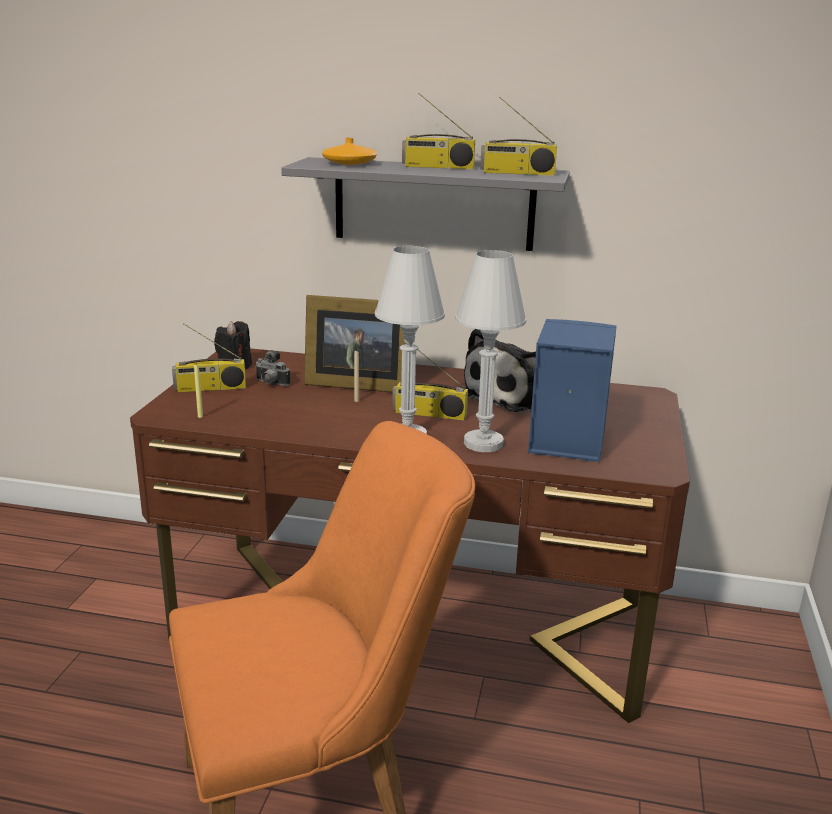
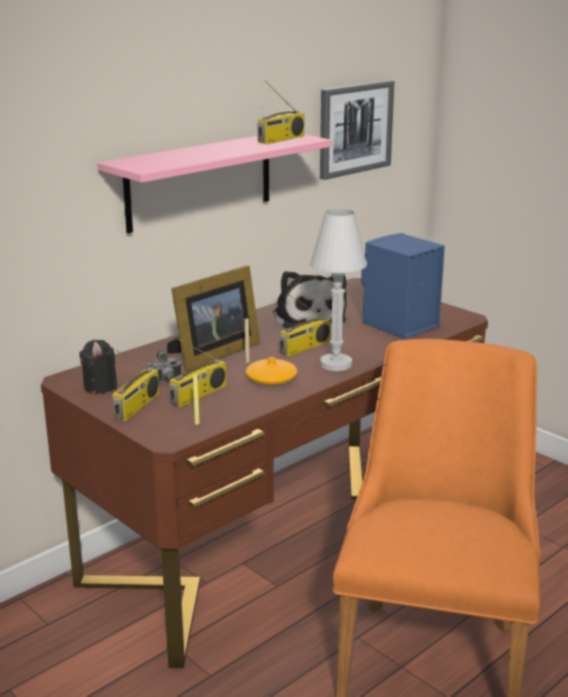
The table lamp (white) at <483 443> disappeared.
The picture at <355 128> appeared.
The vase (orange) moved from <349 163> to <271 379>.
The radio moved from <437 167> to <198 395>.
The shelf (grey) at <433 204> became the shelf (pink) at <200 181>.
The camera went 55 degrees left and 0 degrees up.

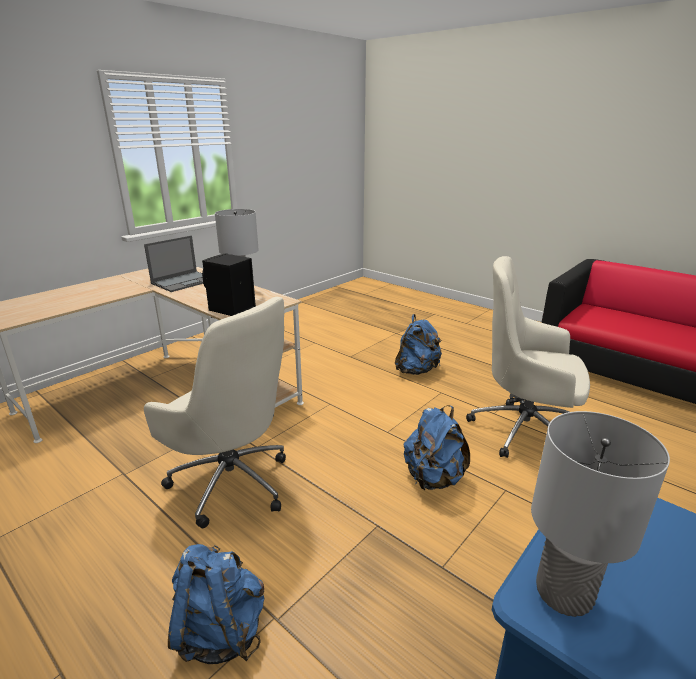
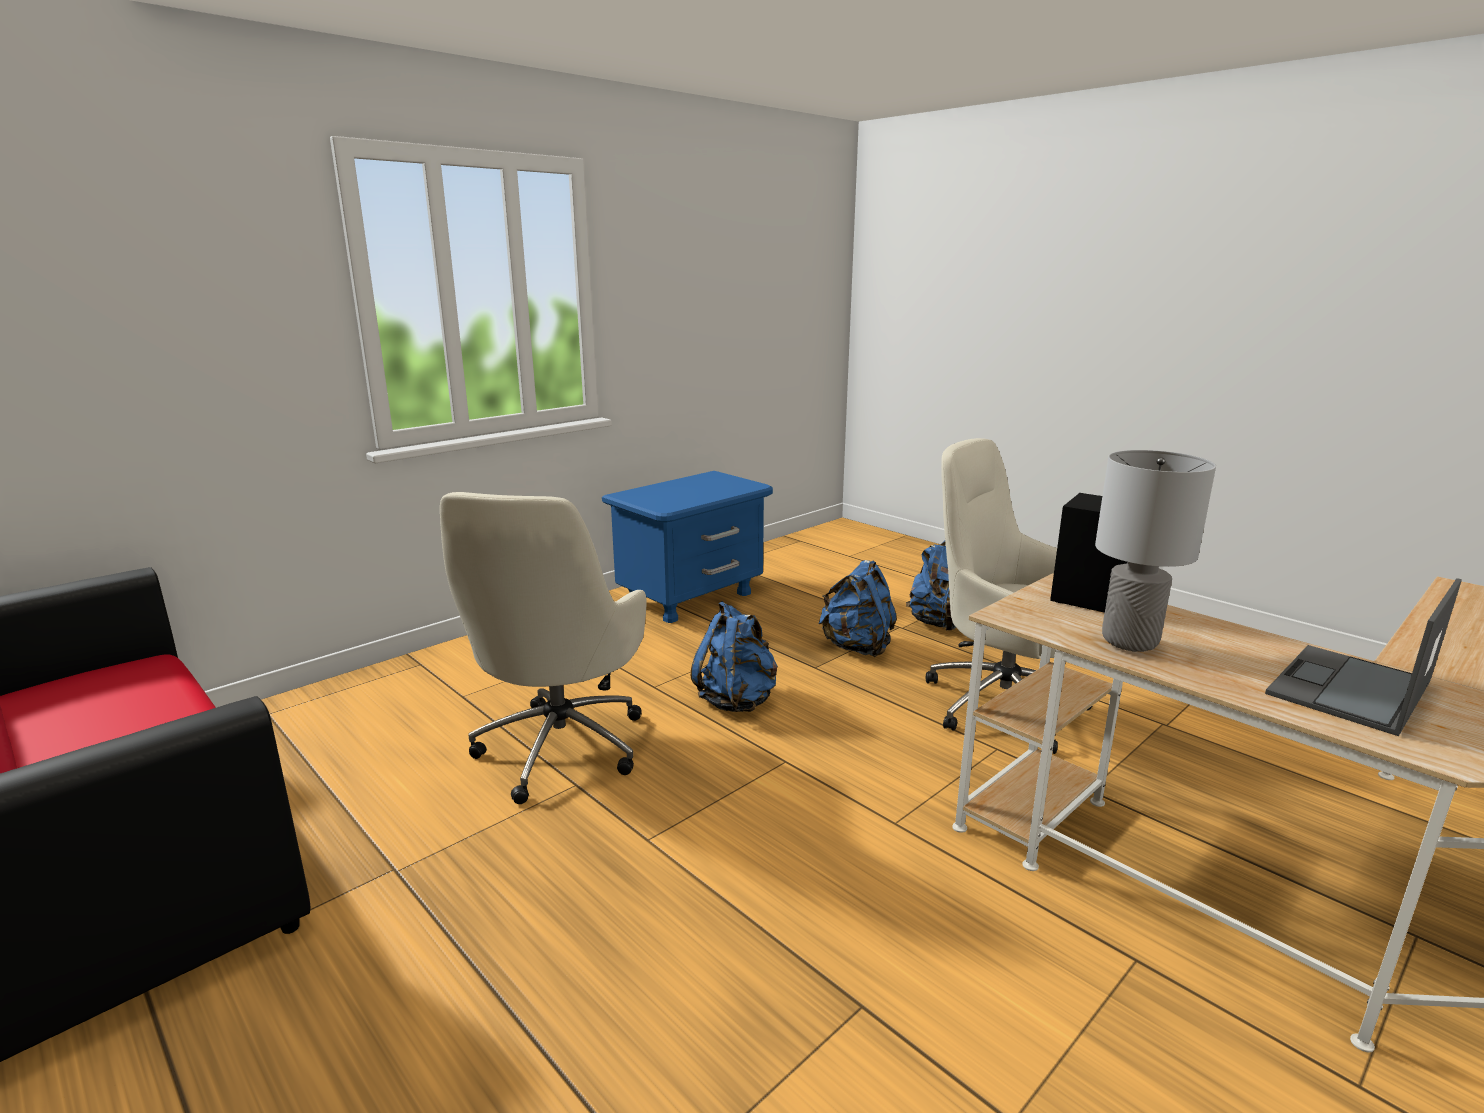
The table lamp (grey) at <563 598> disappeared.
The backpack (blue) moved from <416 370> to <857 647>.
The office chair (beige) at <522 432> turned 75 degrees clockwise.
The camera went 175 degrees left and 5 degrees down.

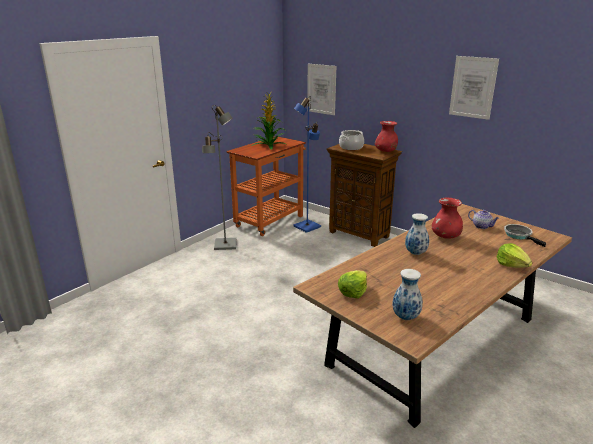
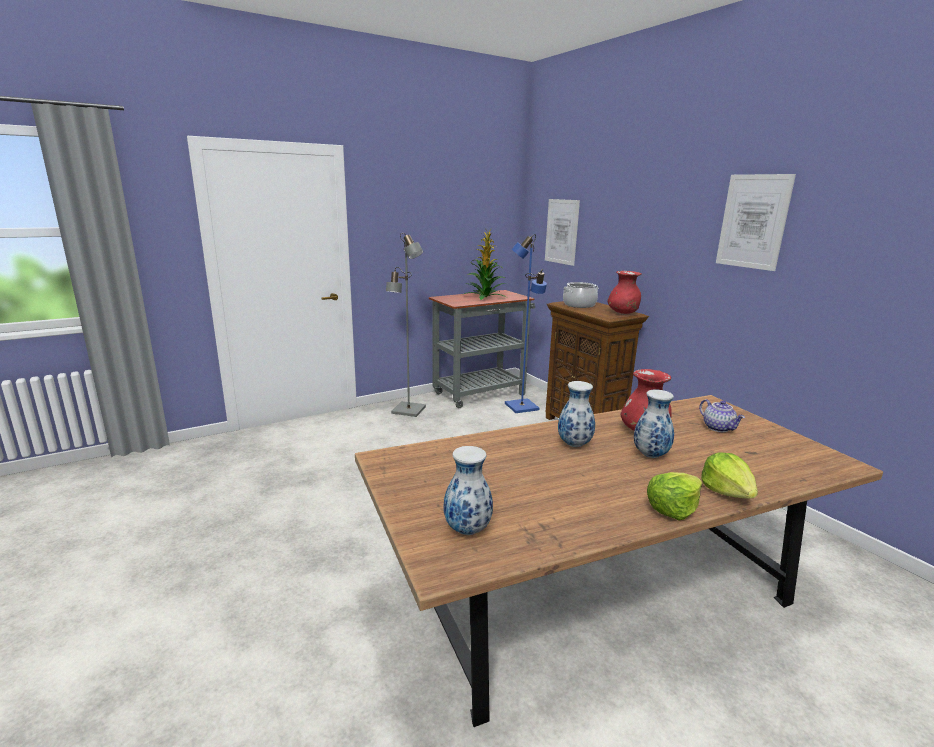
The frying pan at <519 235> disappeared.
The vase at <650 454> appeared.
The lettuce moved from <353 292> to <672 508>.
The cart (orange) at <270 221> became the cart (grey) at <480 394>.
The camera went 20 degrees right and 5 degrees down.

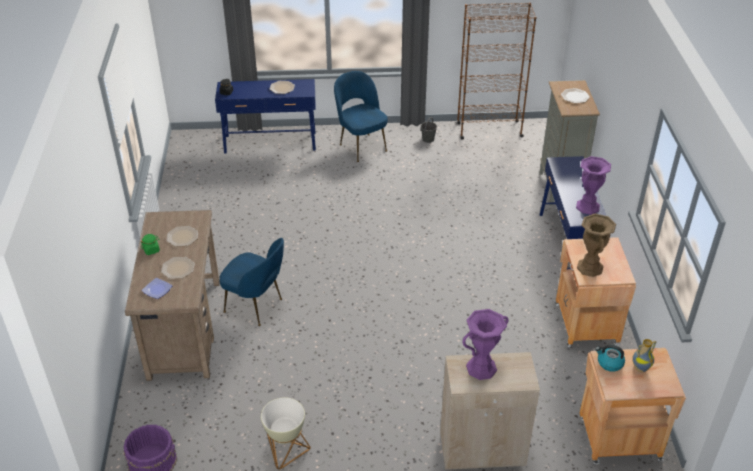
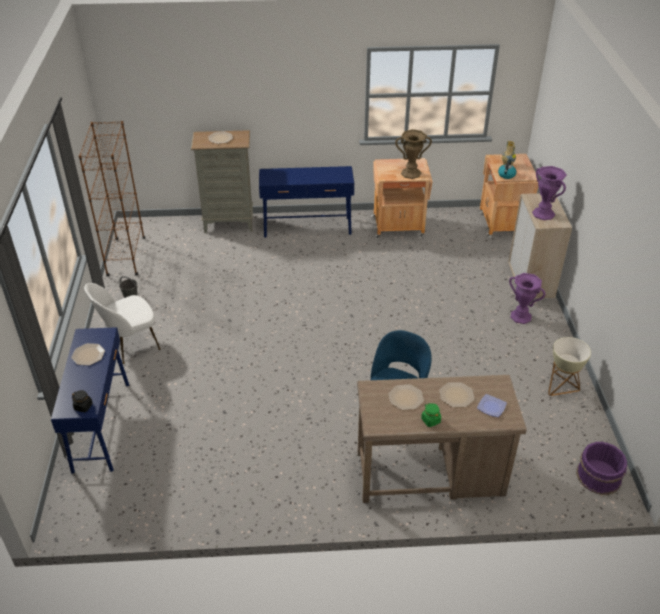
The vase (purple) moved from <587 207> to <520 316>.
The chair (blue) at <361 146> became the chair (white) at <130 347>.
The camera went 90 degrees left and 0 degrees up.

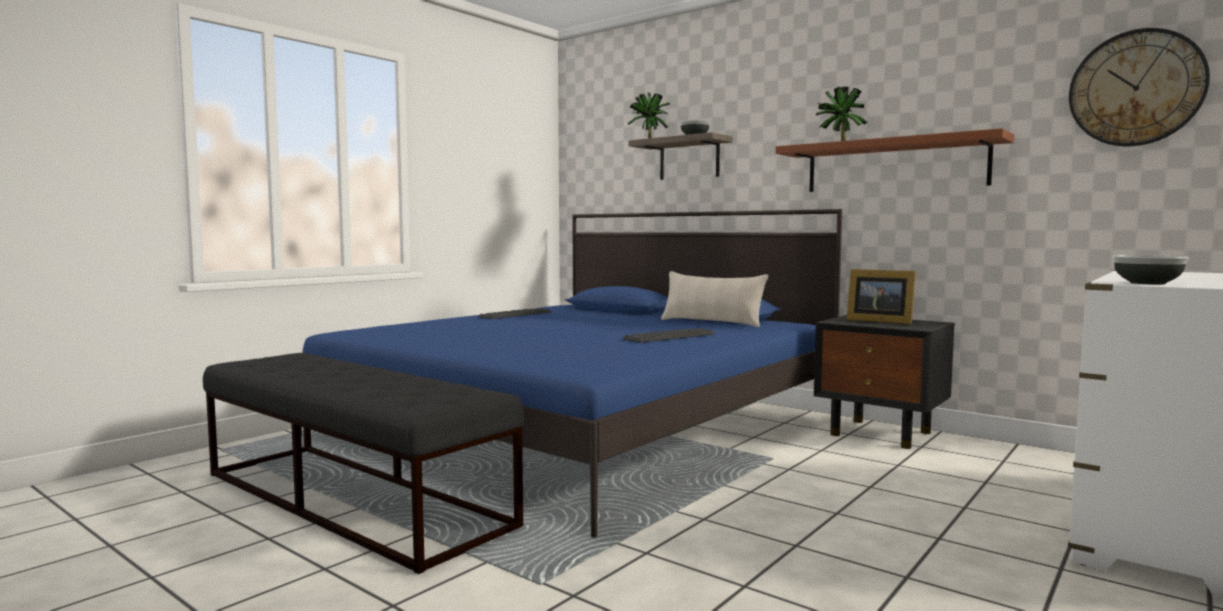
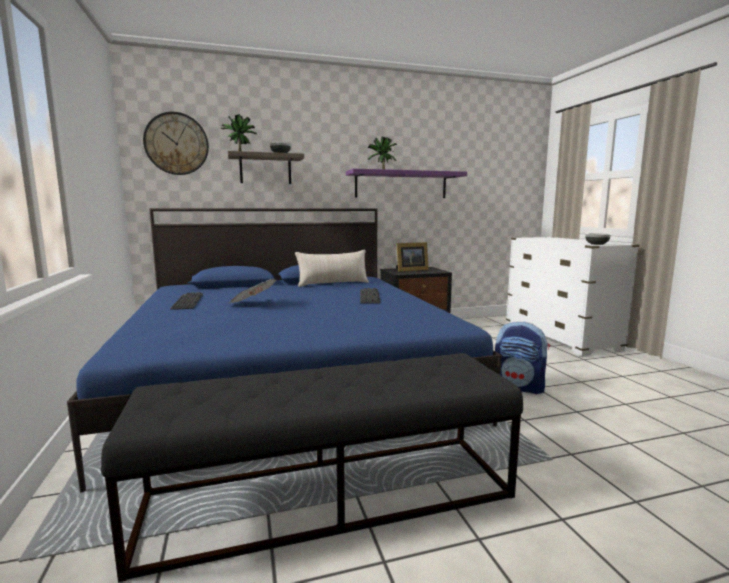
The newspaper at <253 304> appeared.
The backpack at <519 387> appeared.
The wall clock moved from <1136 88> to <176 144>.
The shelf (brown) at <894 166> became the shelf (purple) at <401 185>.
The camera went 55 degrees left and 5 degrees up.

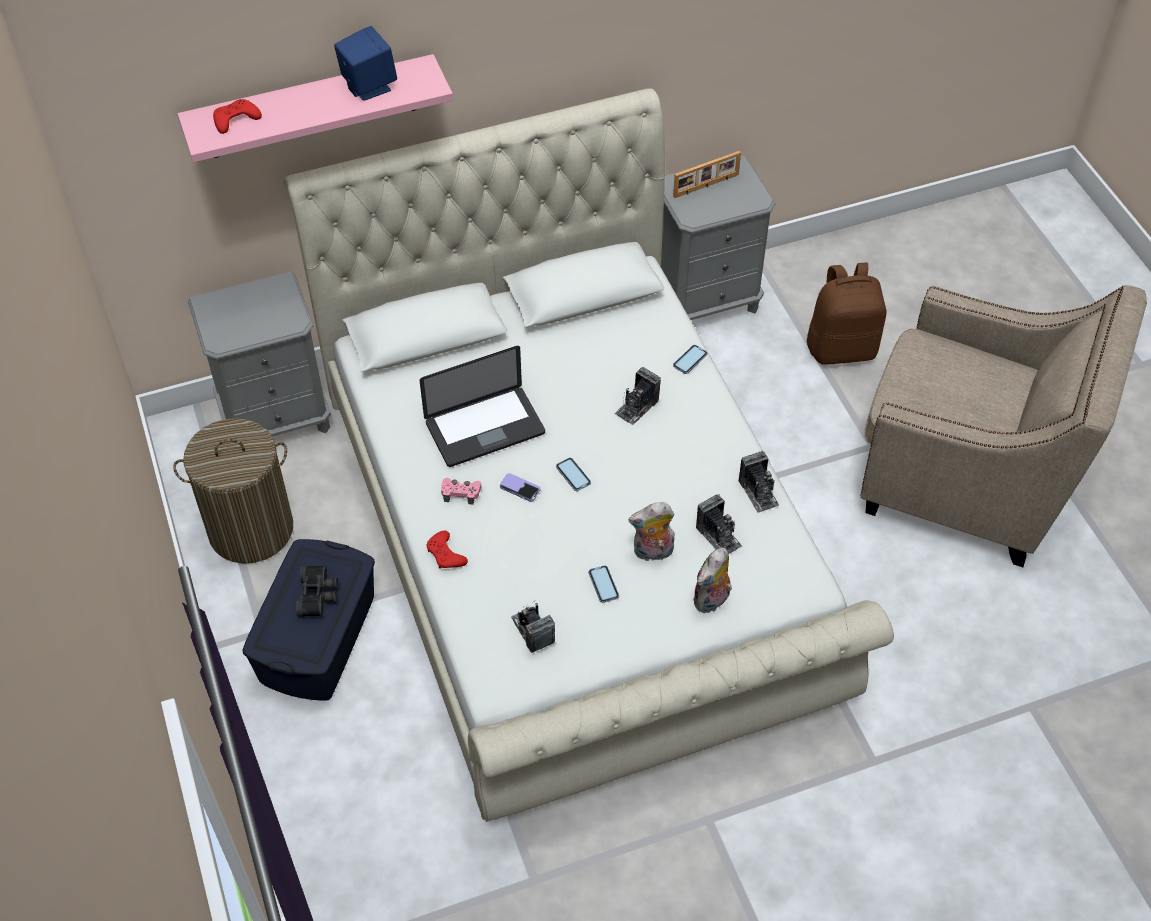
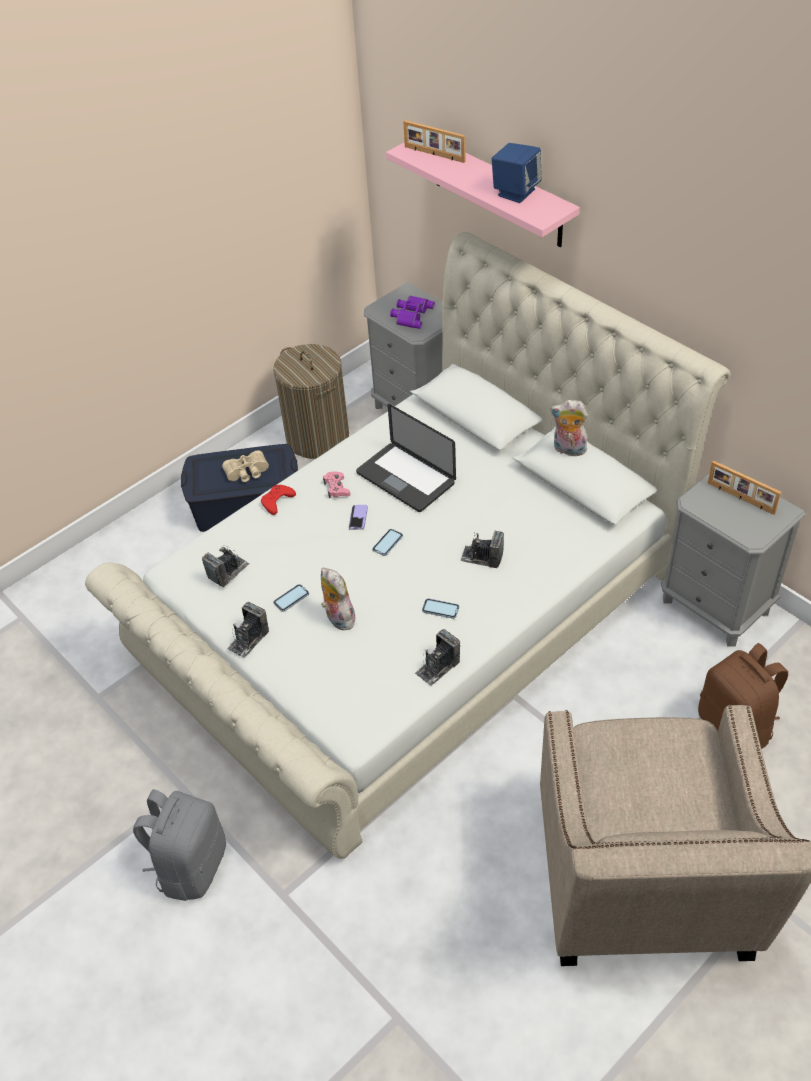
The backpack (grey) at <191 865> appeared.
The binoculars (purple) at <411 315> appeared.
The phone moved from <690 360> to <440 609>.
The plush toy moved from <712 601> to <568 450>.
The photo camera moved from <718 536> to <248 639>.
The game controller (red) at <235 119> was replaced by the picture frame at <434 154>.
The binoculars (black) at <319 595> became the binoculars (beige) at <247 473>.
The camera went 70 degrees right and 5 degrees down.

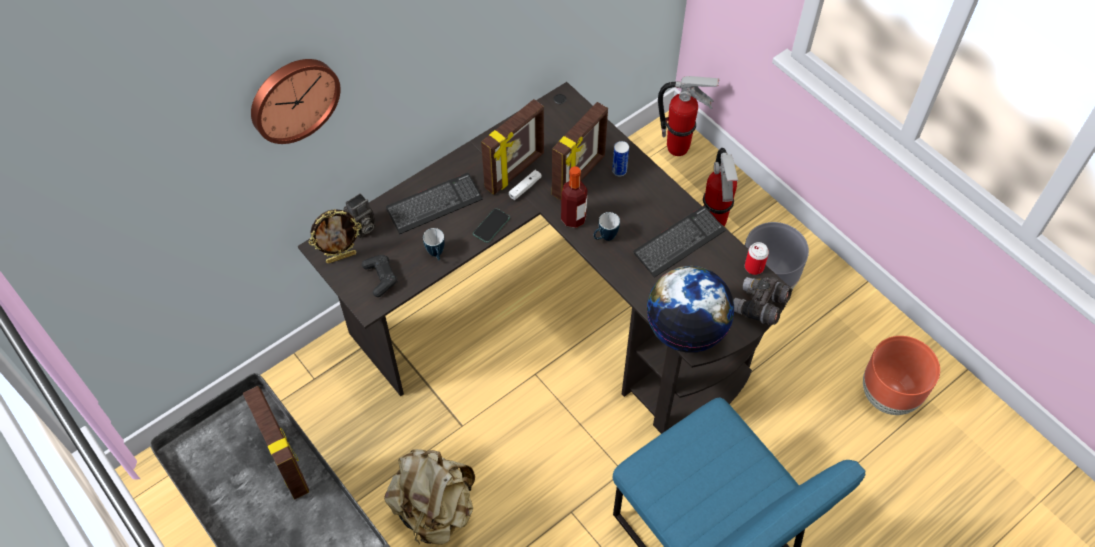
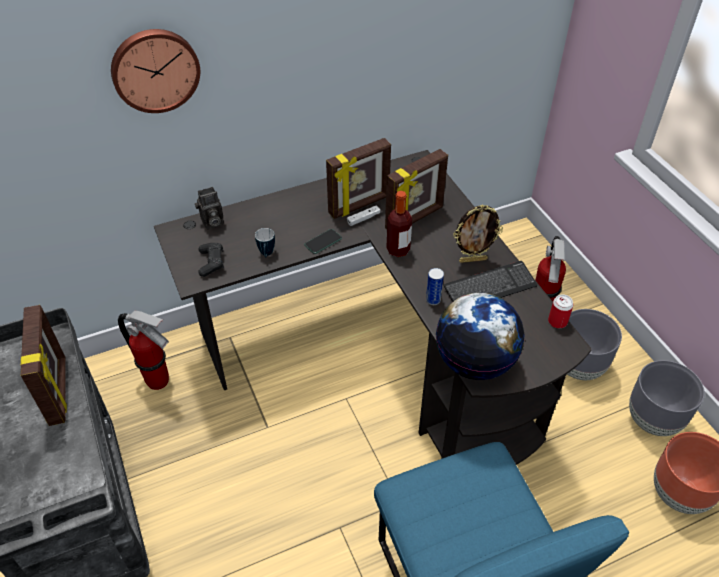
The backpack (beige) at <434 509> disappeared.
The keyboard at <434 204> disappeared.
The mug at <604 238> disappeared.
The binoculars (grey) at <759 307> disappeared.
The planter (grey) at <654 420> appeared.
The picture frame moved from <341 257> to <473 260>.
The can moved from <619 171> to <433 300>.
The fire extinguisher moved from <678 148> to <158 381>.
The camera went 15 degrees right and 10 degrees down.

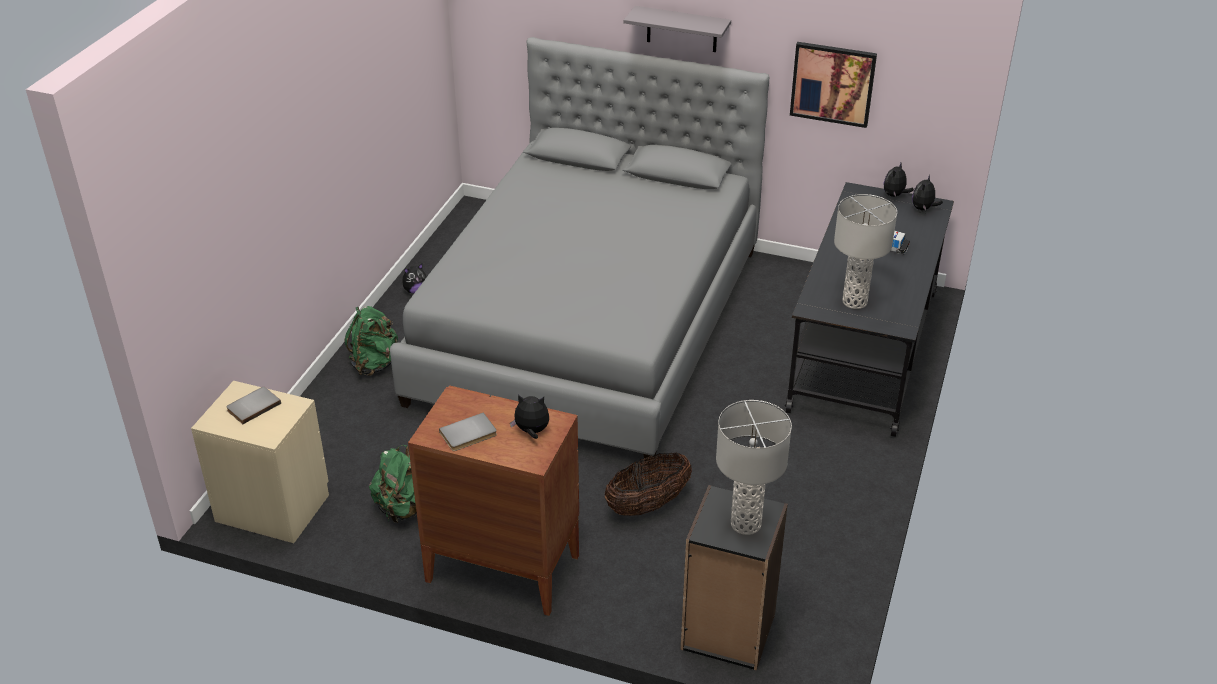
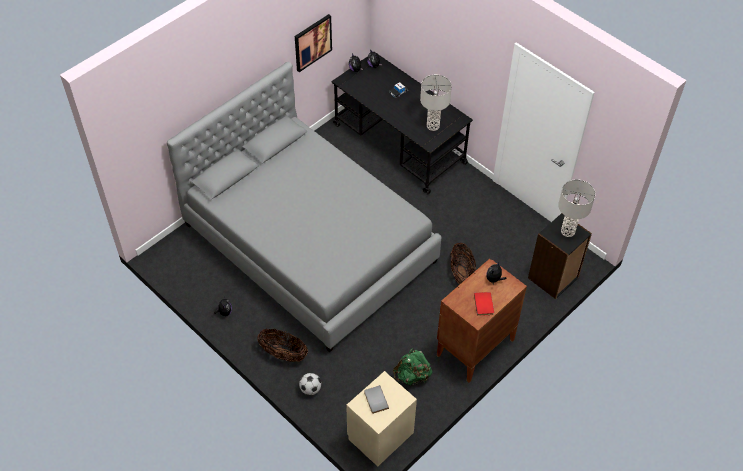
The shelf (grey) at <682 29> disappeared.
The football at <310 389> appeared.
The backpack (green) at <374 363> was replaced by the basket at <283 353>.
The book (grey) at <469 435> became the book (red) at <484 304>.
The camera went 65 degrees left and 15 degrees up.

